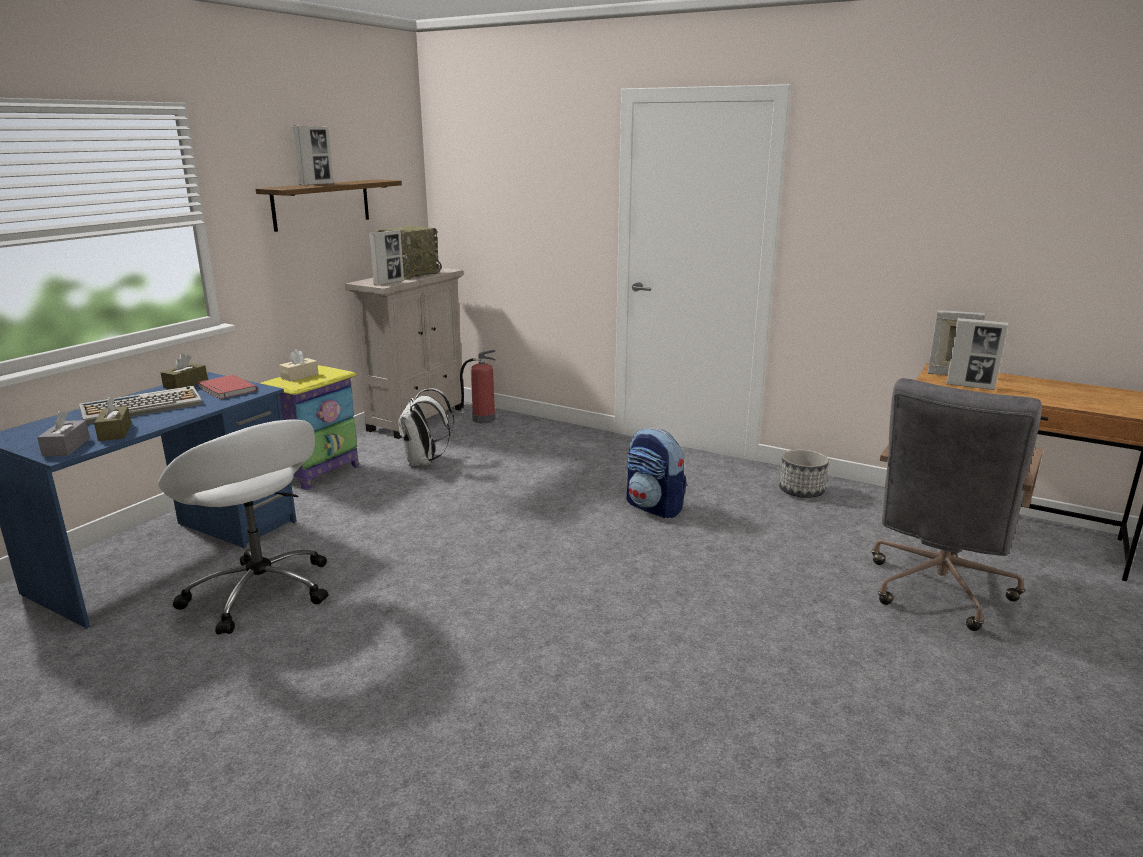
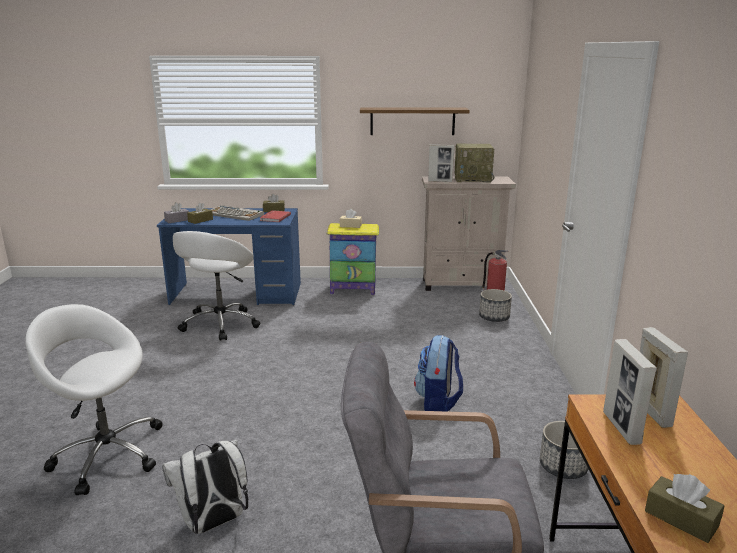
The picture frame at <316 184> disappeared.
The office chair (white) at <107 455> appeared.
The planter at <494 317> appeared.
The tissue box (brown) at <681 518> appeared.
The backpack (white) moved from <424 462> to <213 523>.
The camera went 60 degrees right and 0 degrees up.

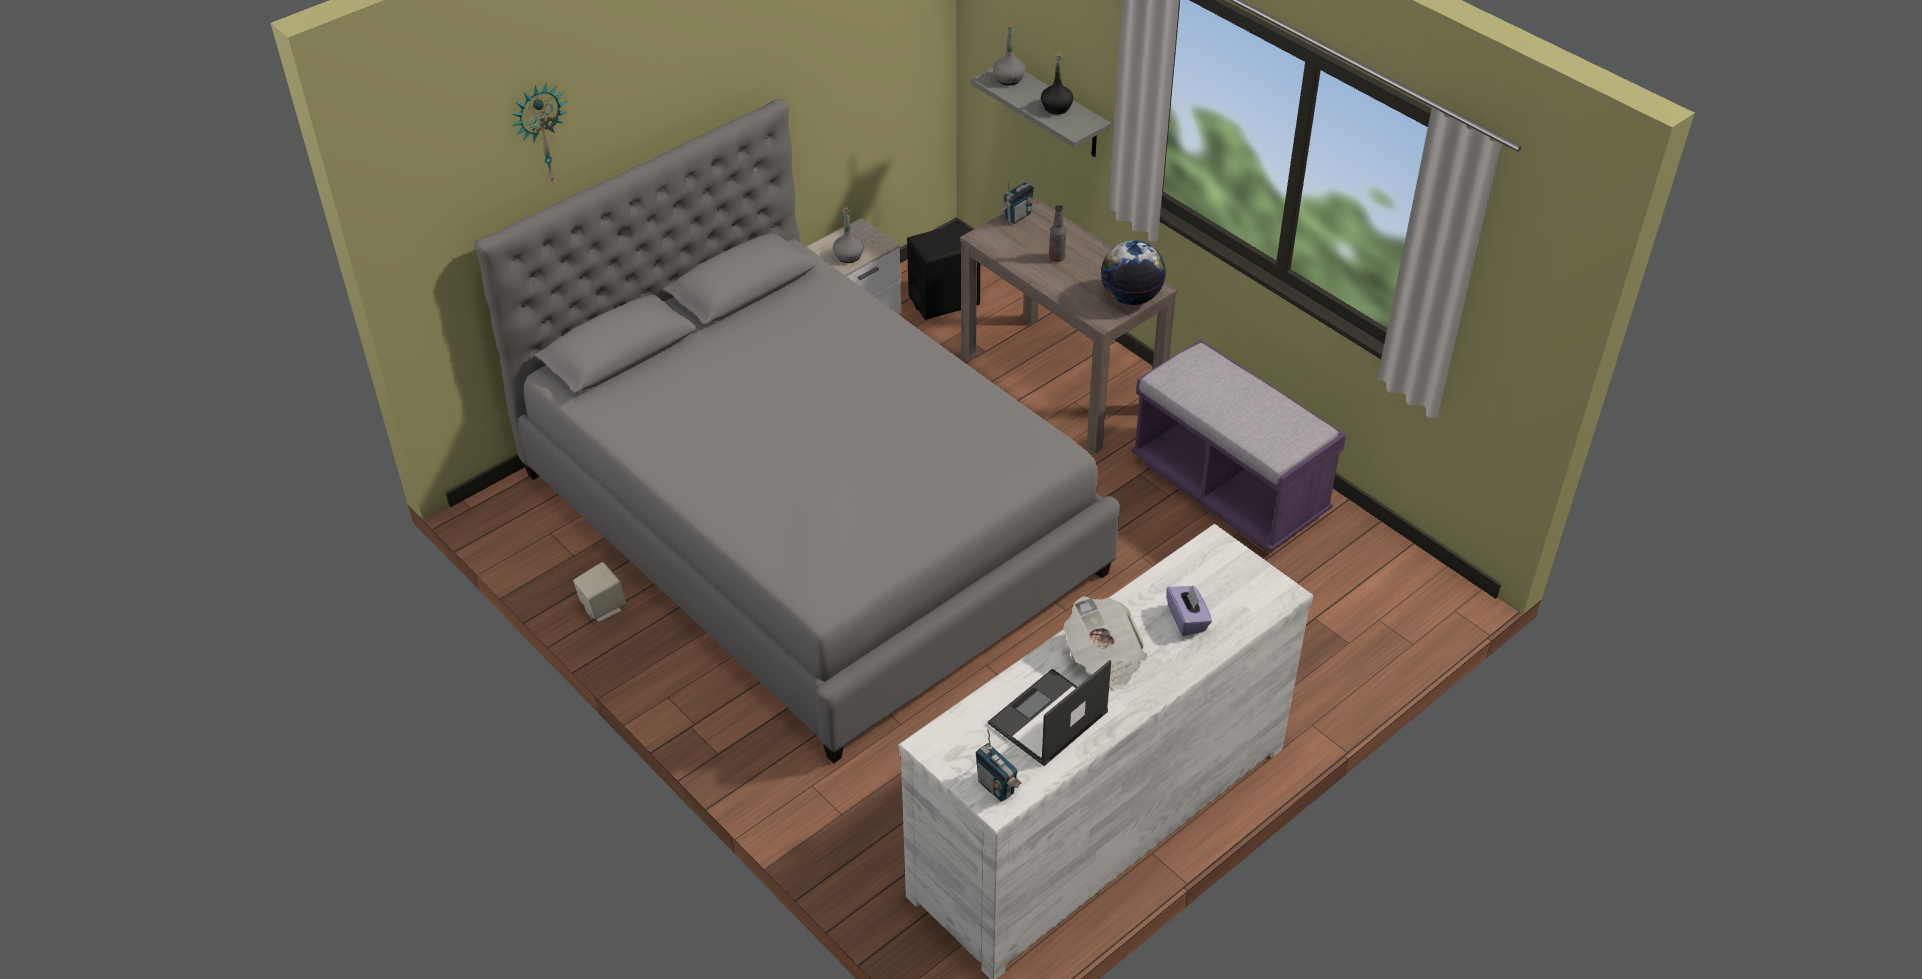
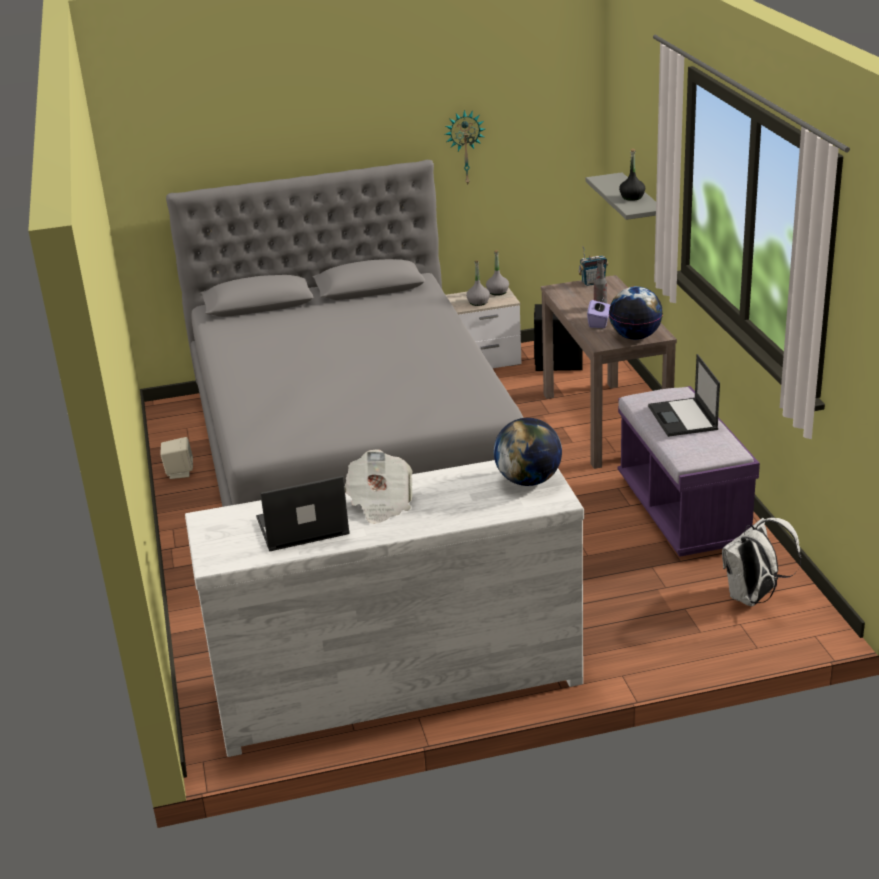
The radio at <996 787> disappeared.
The globe at <528 480> appeared.
The laptop at <683 418> appeared.
The backpack (white) at <753 597> appeared.
The wall clock moved from <541 133> to <465 147>.
The bottle (grey) moved from <1008 79> to <497 292>.
The tissue box (purple) moved from <1187 620> to <599 322>.
The camera went 30 degrees right and 15 degrees down.

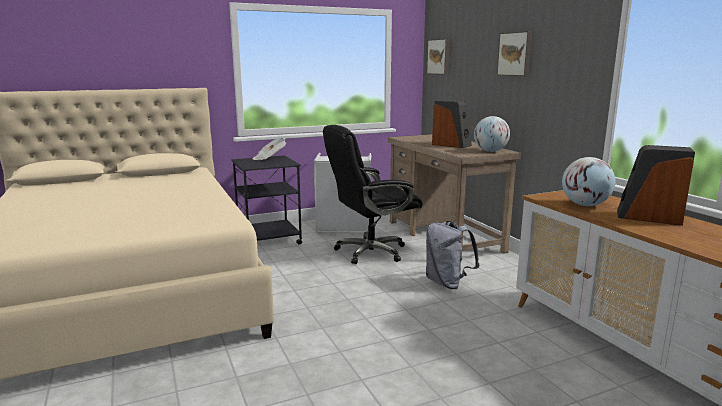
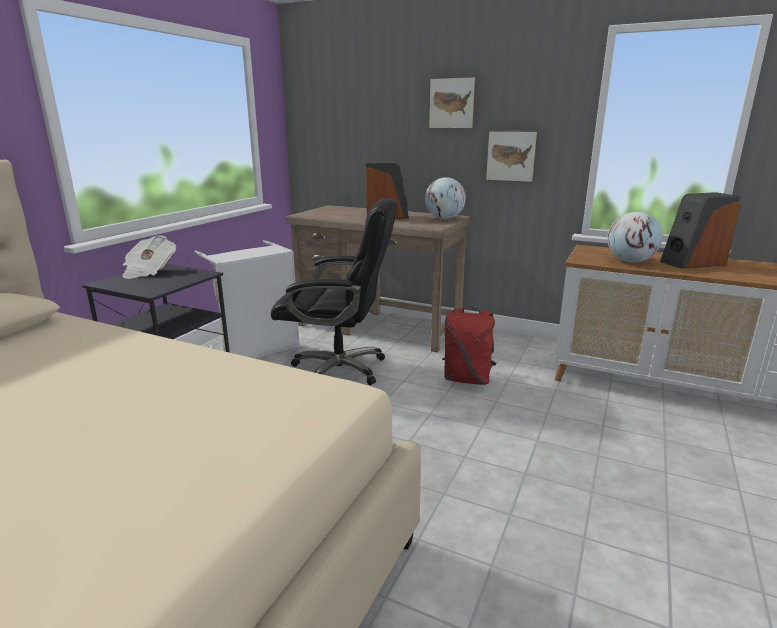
The picture moved from <439 56> to <512 156>.
The backpack (grey) at <447 283> became the backpack (red) at <467 379>.
The office chair (black) at <372 251> turned 105 degrees counterclockwise.
The camera went 40 degrees left and 5 degrees up.

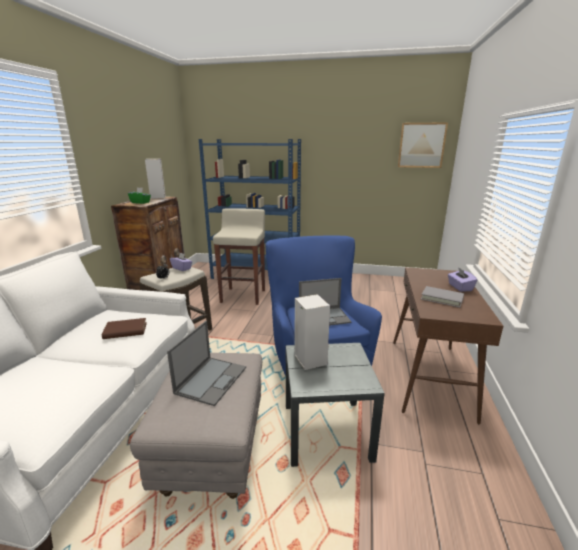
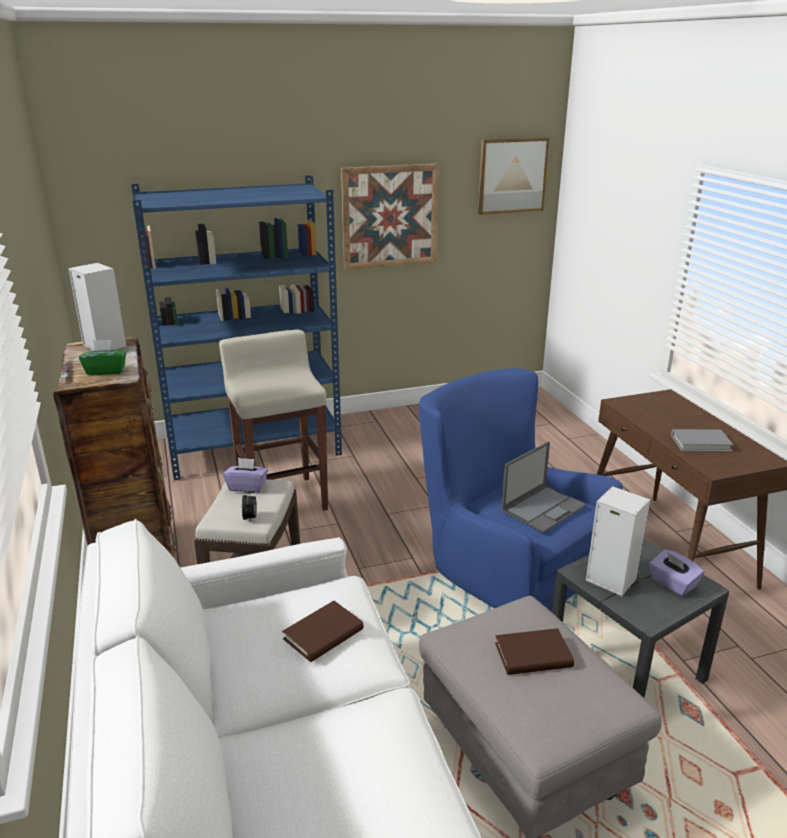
The picture at <390 216> appeared.
The tissue box (purple) moved from <459 287> to <672 583>.
The laptop at <211 379> was replaced by the book (brown) at <533 655>.
The camera went 30 degrees left and 5 degrees up.

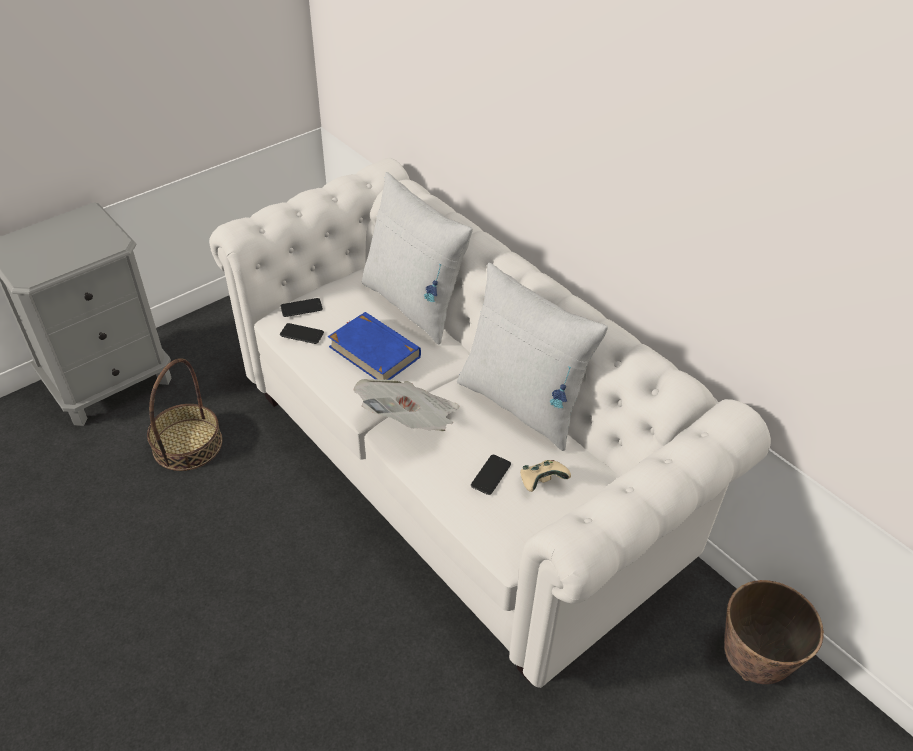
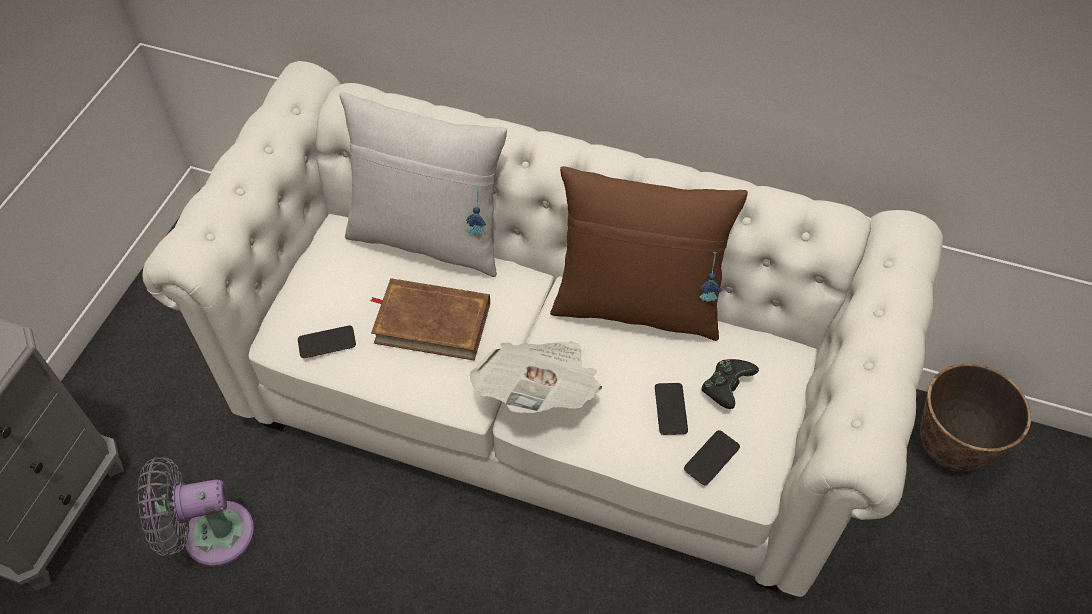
The phone moved from <301 308> to <711 458>.
The basket at <187 444> was replaced by the fan (grey) at <211 535>.
The book (blue) at <374 351> became the book (brown) at <432 322>.
The pillow (grey) at <521 404> became the pillow (brown) at <636 307>.
The game controller (beige) at <541 482> became the game controller (black) at <726 389>.
The camera went 30 degrees left and 10 degrees up.

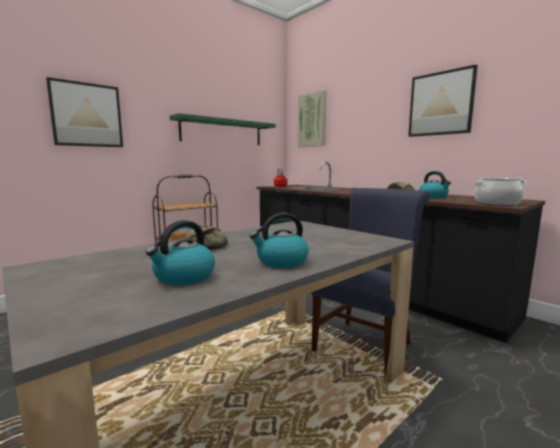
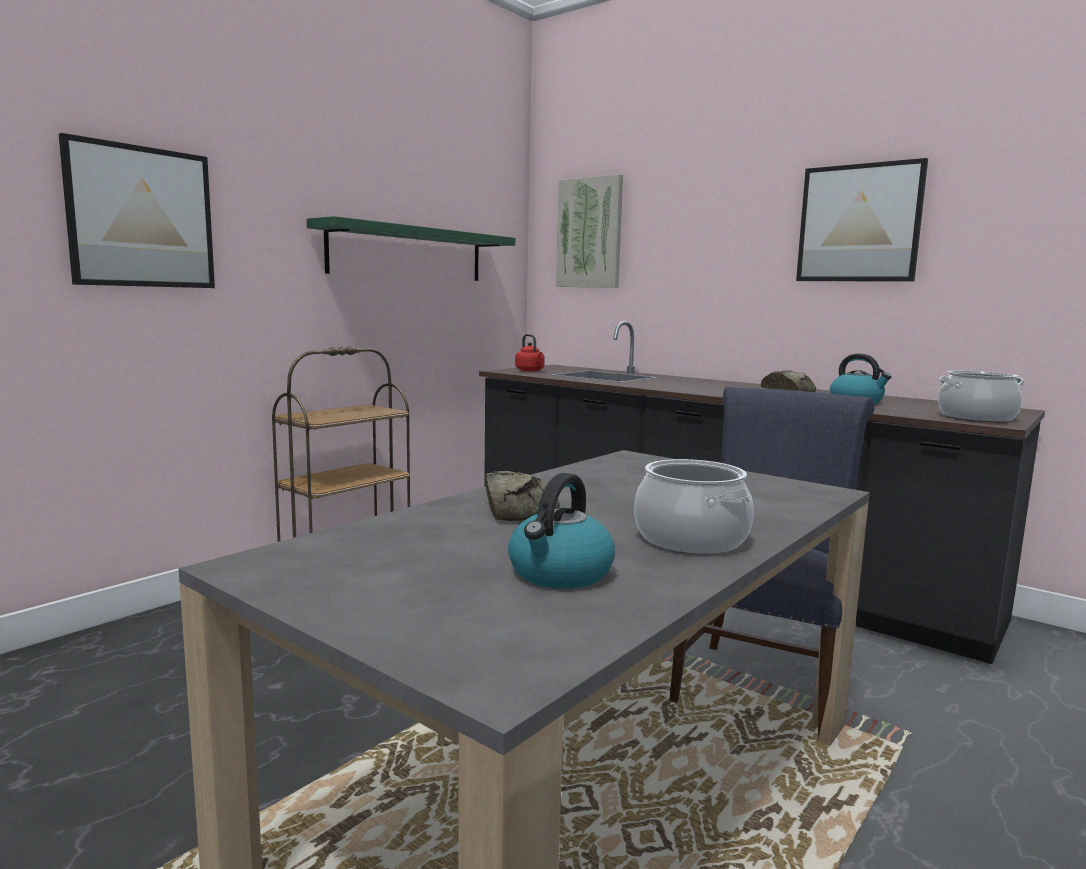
The kettle at <281 262> was replaced by the cooking pot at <691 539>.
The camera went 10 degrees left and 0 degrees up.

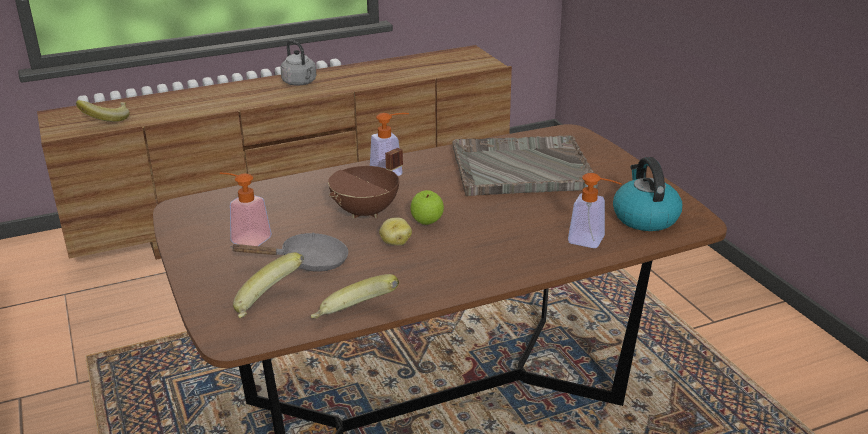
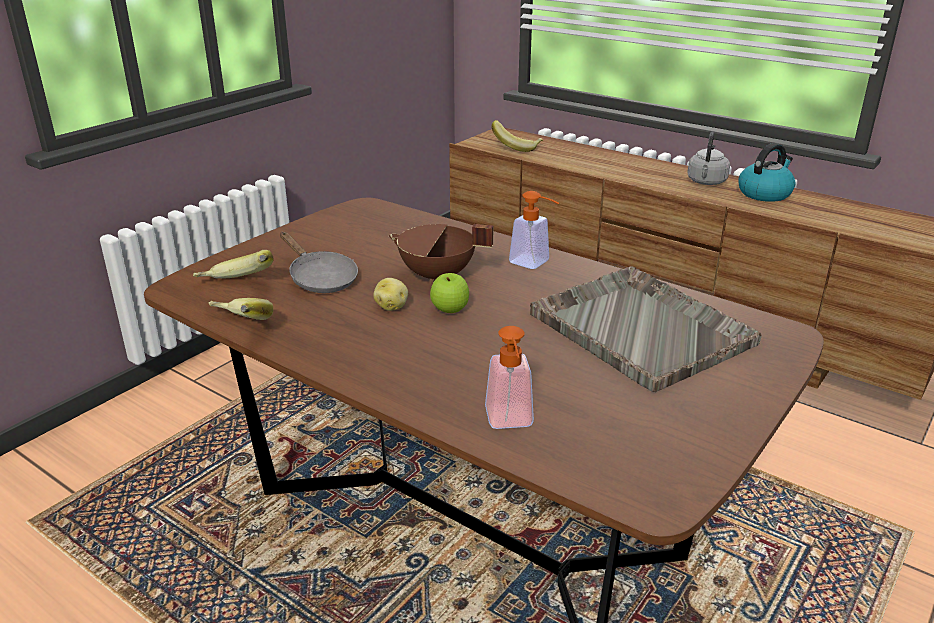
The soap dispenser at <246 238> disappeared.
The kettle moved from <644 217> to <764 193>.
The camera went 60 degrees right and 0 degrees up.

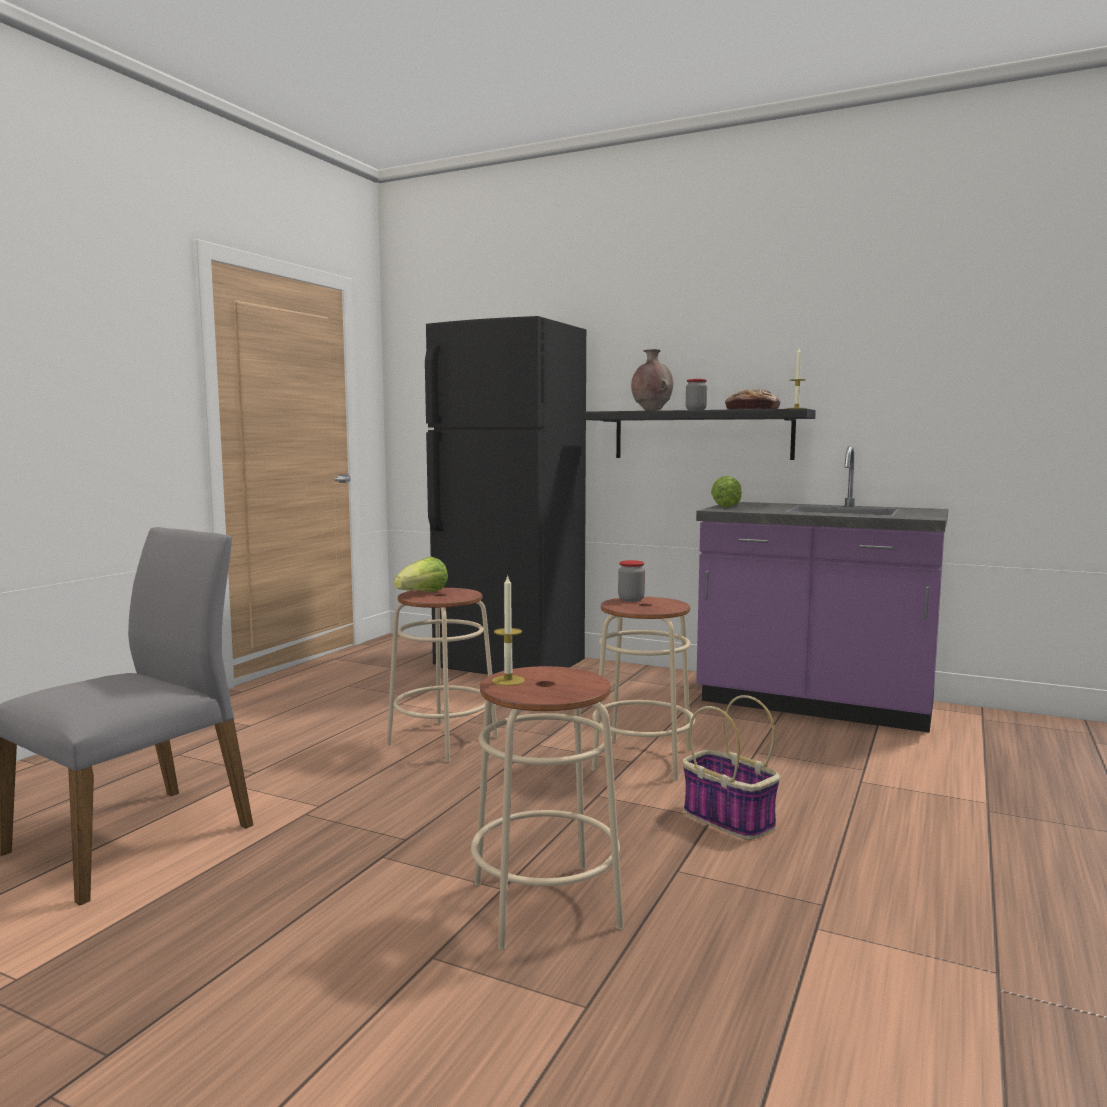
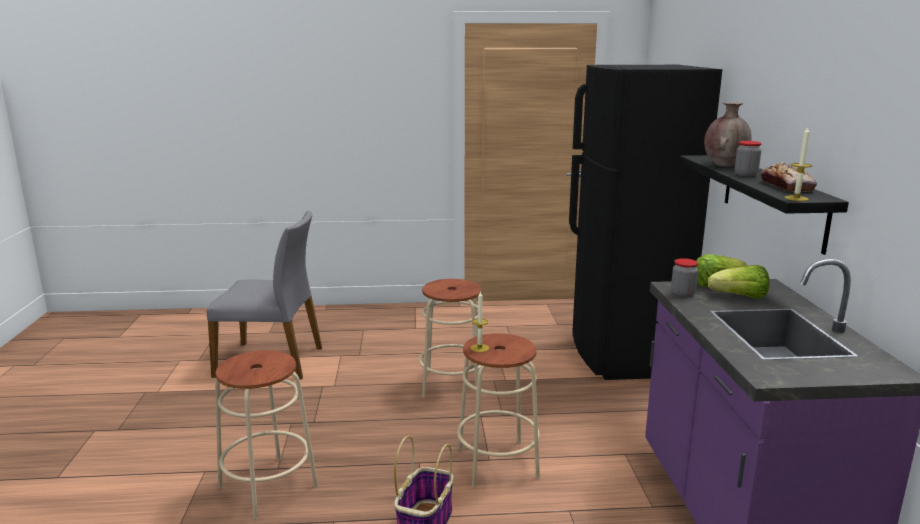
The lettuce moved from <423 593> to <740 297>.
The candle moved from <508 680> to <479 348>.
The jar moved from <631 599> to <682 294>.
The camera went 60 degrees right and 10 degrees up.

